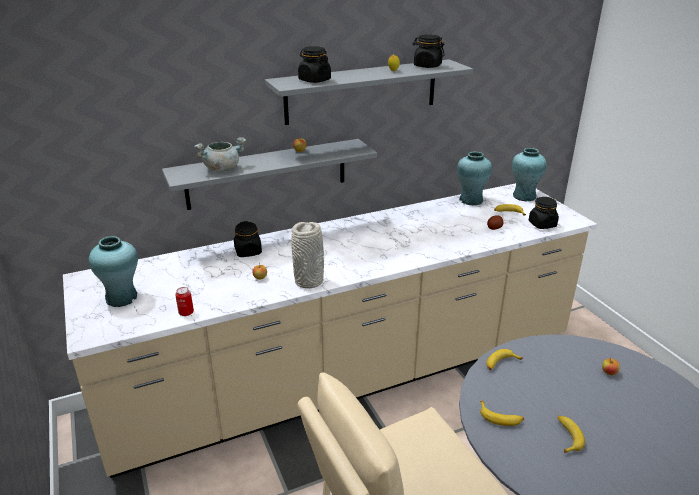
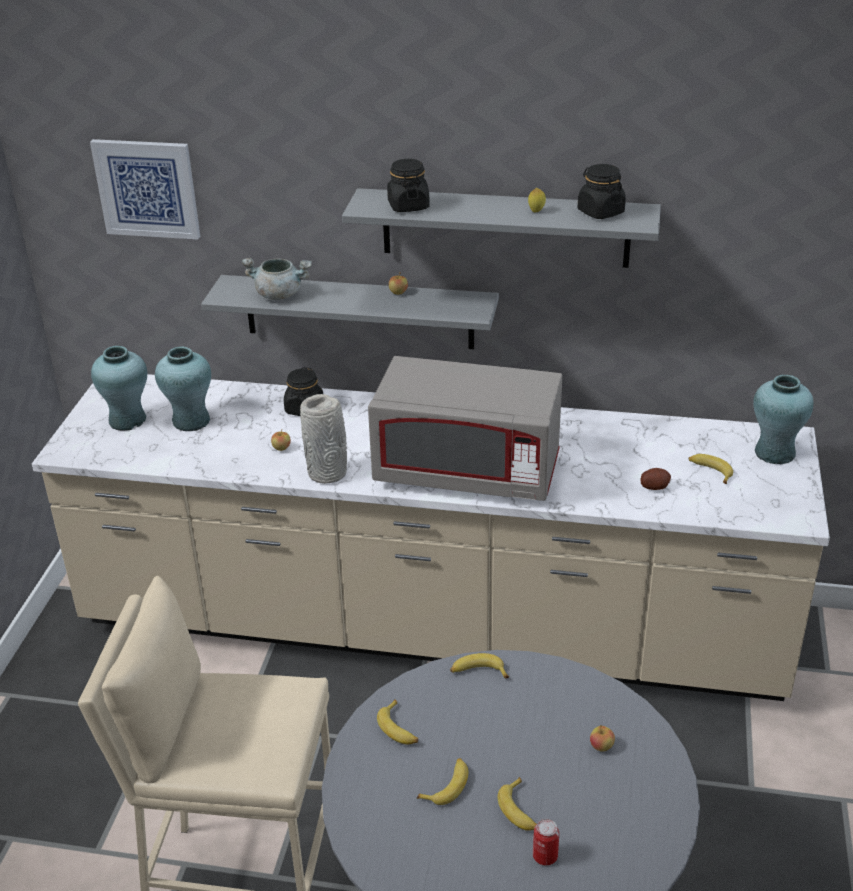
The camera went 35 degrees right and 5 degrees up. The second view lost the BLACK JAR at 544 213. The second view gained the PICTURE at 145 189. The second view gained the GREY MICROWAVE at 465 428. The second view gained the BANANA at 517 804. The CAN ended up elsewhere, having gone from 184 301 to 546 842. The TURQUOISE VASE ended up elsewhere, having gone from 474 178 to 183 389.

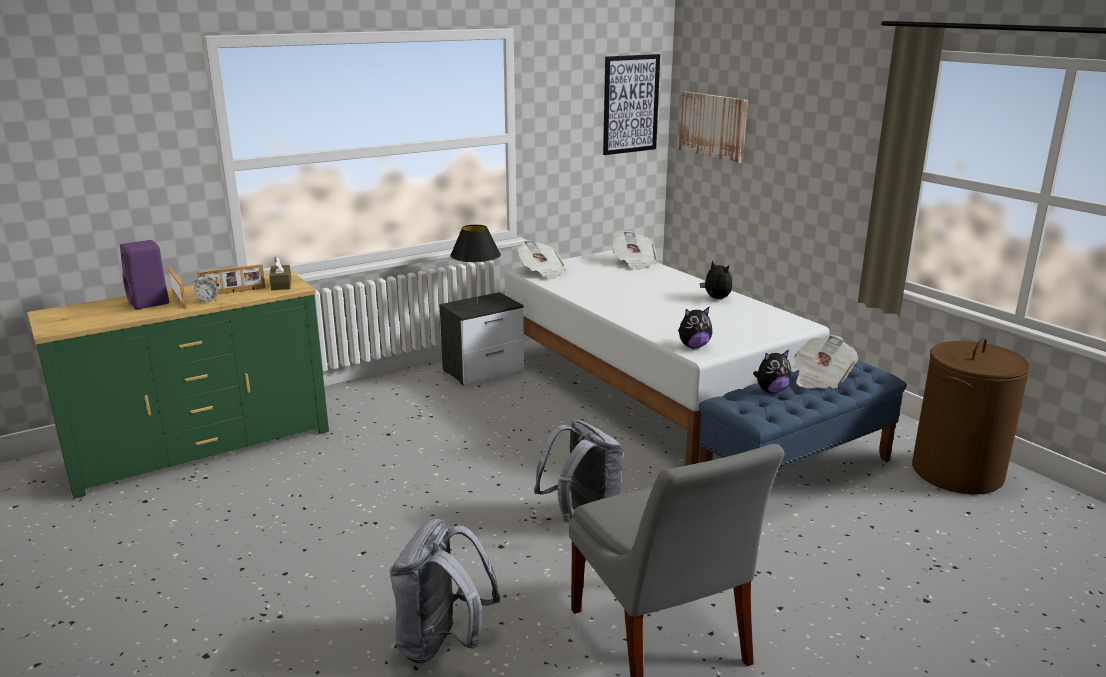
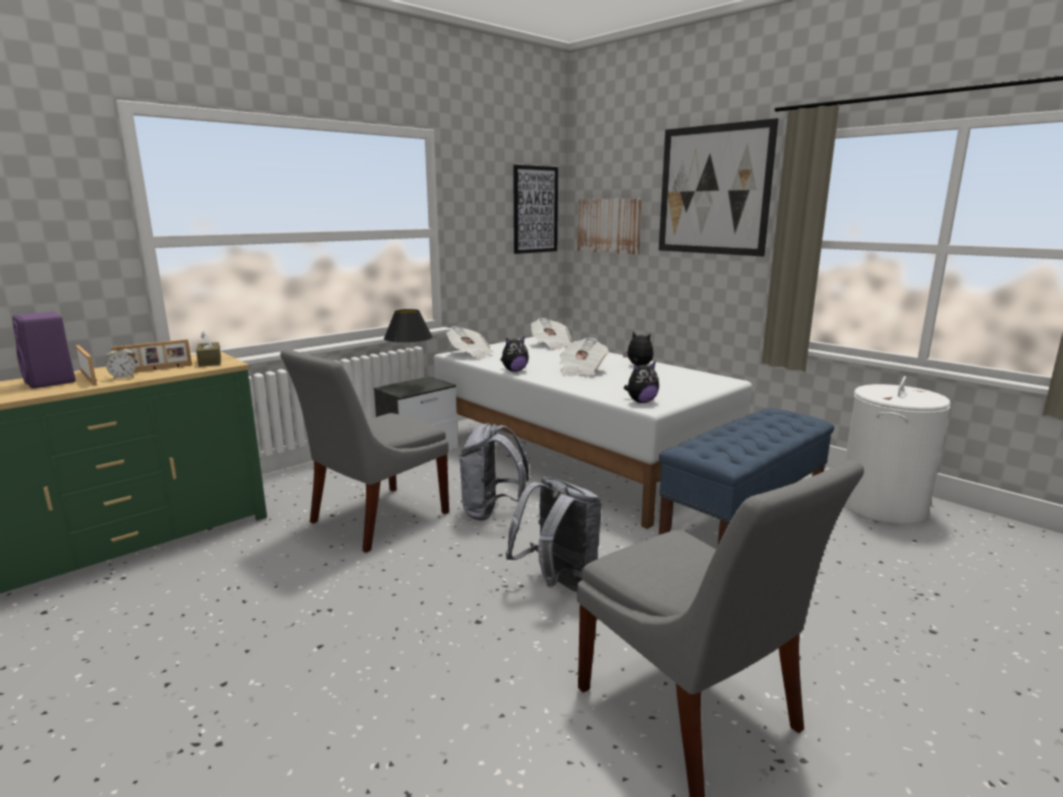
The camera went 10 degrees left and 5 degrees down. The second view gained the GREY CHAIR at 364 451. The second view gained the PICTURE at 719 187. The GREY BACKPACK ended up elsewhere, having gone from 445 591 to 494 472. The PLUSH TOY ended up elsewhere, having gone from 772 371 to 514 354. The NEWSPAPER ended up elsewhere, having gone from 825 362 to 584 357. What was the BROWN LAUNDRY BASKET at 971 416 turned into the WHITE LAUNDRY BASKET at 897 450.

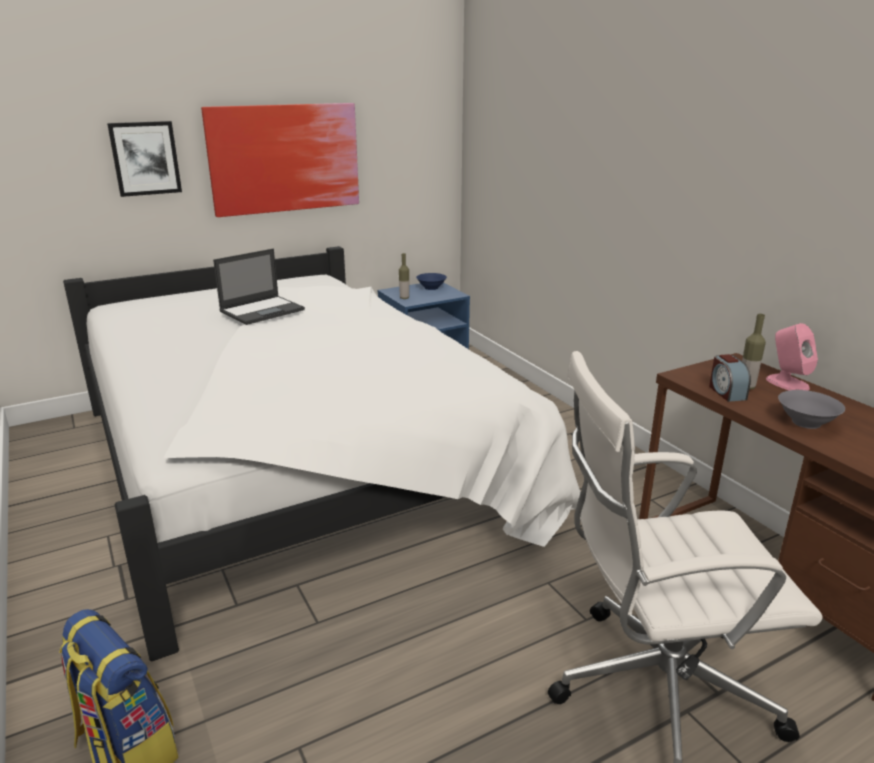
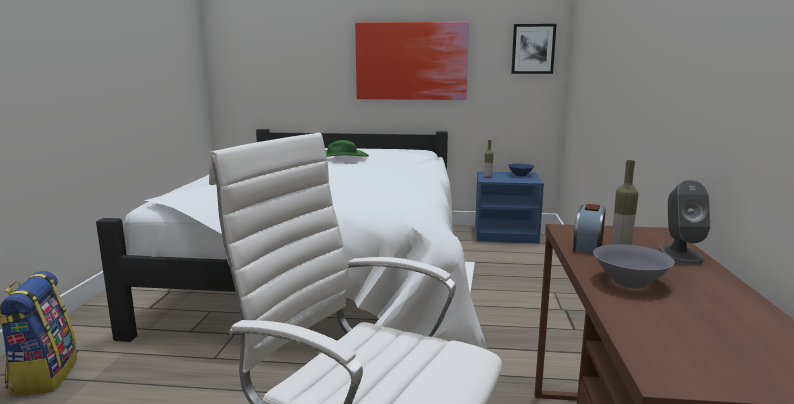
The camera went 35 degrees right and 10 degrees down. The PICTURE ended up elsewhere, having gone from 144 159 to 533 49. Where the LAPTOP stood at 259 286, the GREEN HAT came to stand at 347 148. What was the PINK SPEAKER at 792 357 turned into the GREY SPEAKER at 684 222.

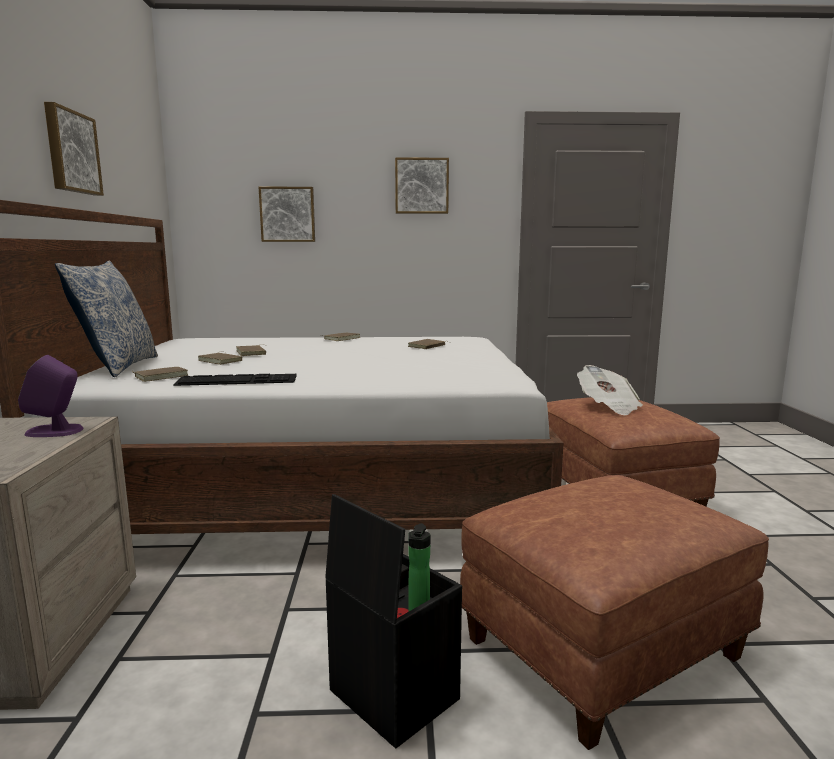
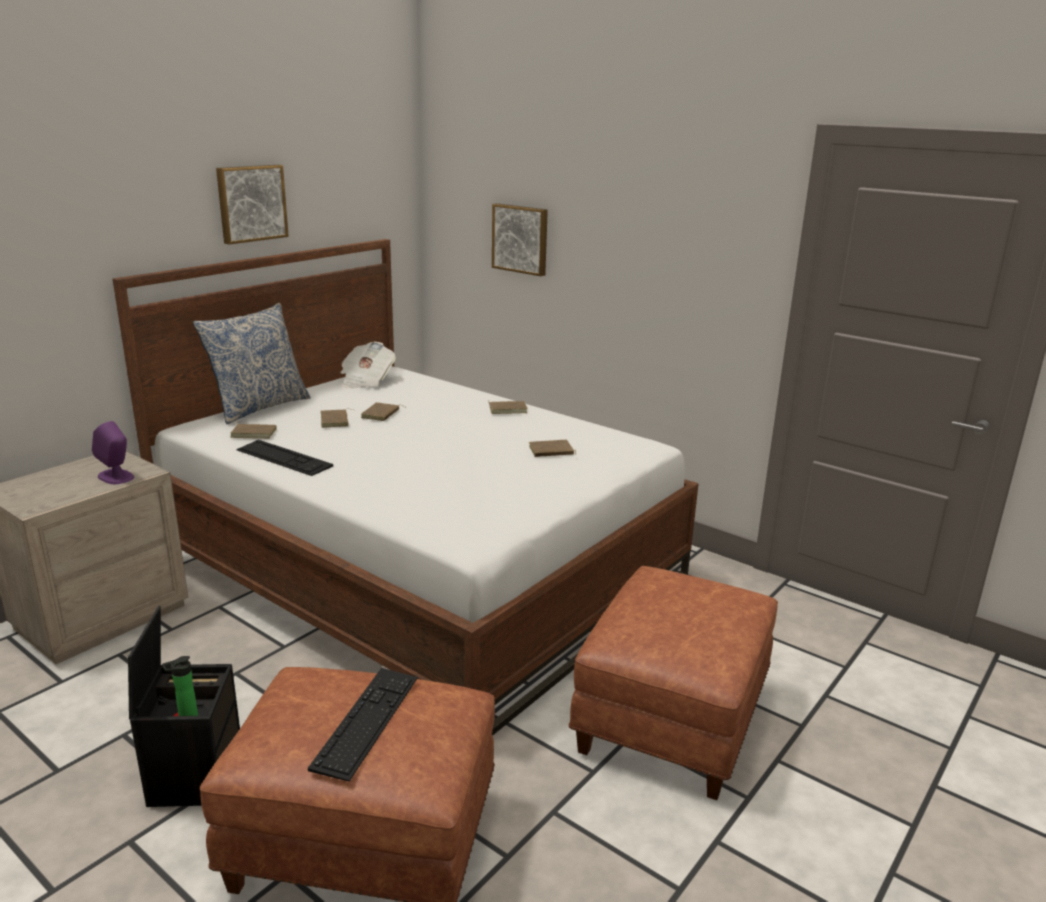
The camera went 40 degrees right and 10 degrees up. The second view lost the PICTURE at 422 185. The second view gained the KEYBOARD at 363 725. The NEWSPAPER ended up elsewhere, having gone from 610 390 to 368 365.

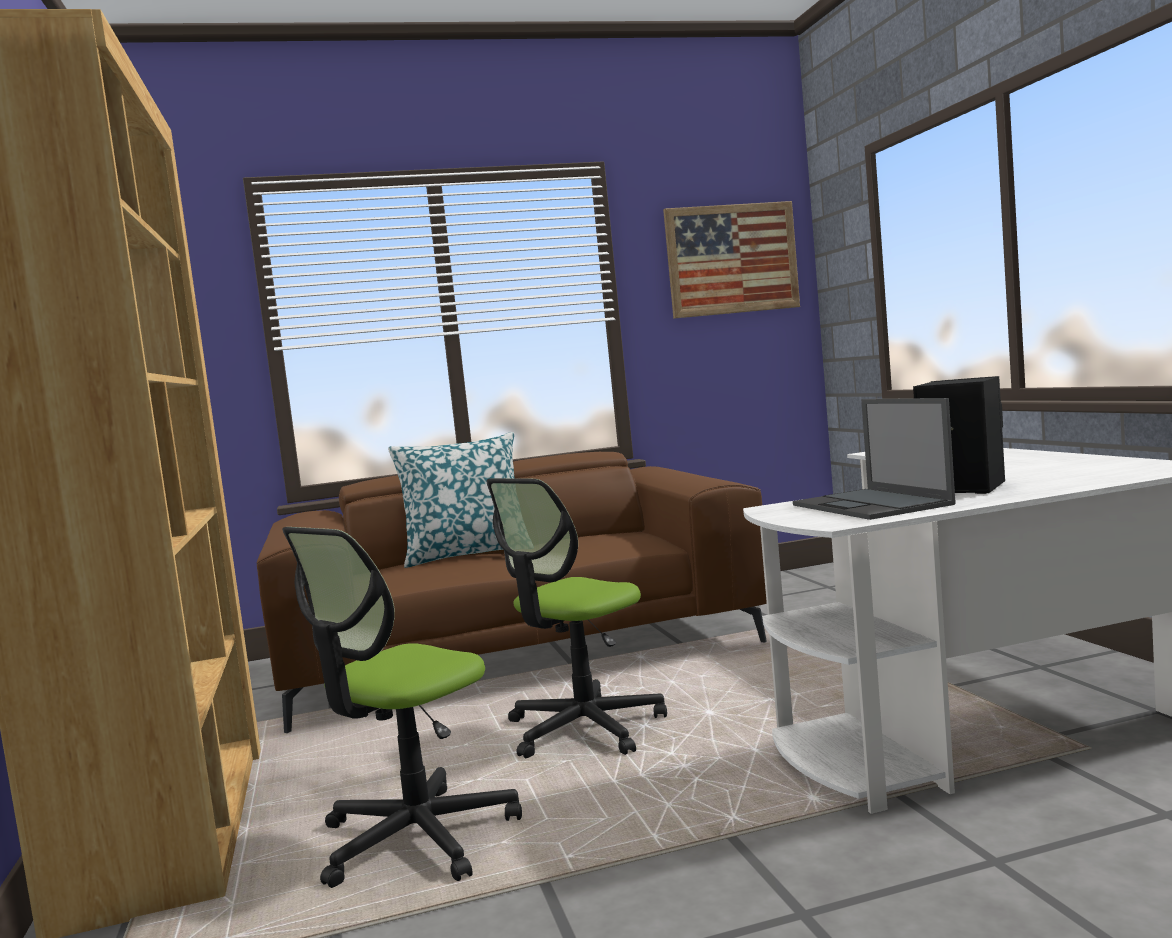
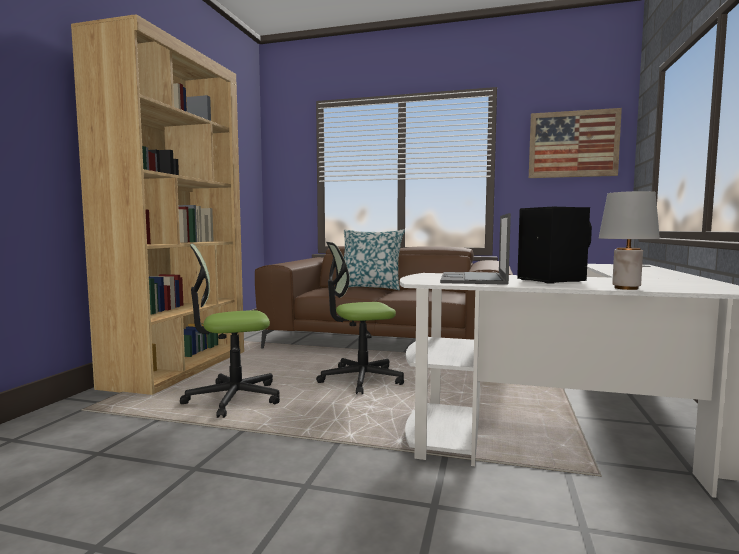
The camera went 30 degrees right and 0 degrees up. The second view gained the GREY TABLE LAMP at 629 240.

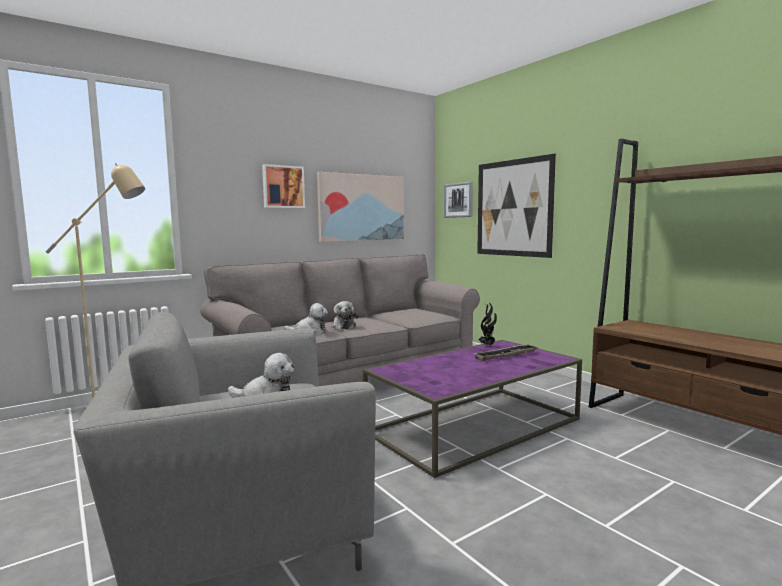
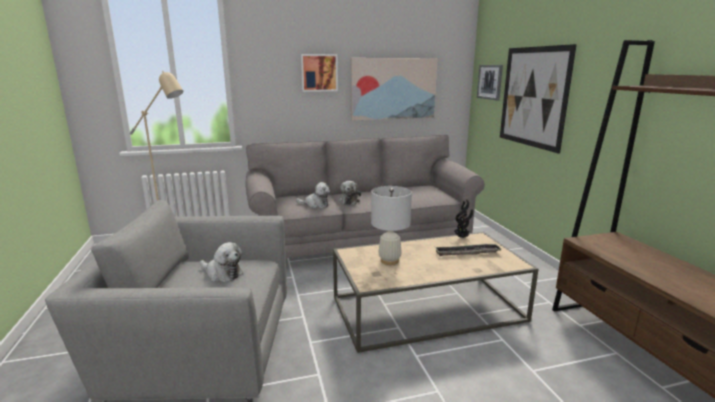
The camera went 20 degrees right and 10 degrees up. The second view gained the WHITE TABLE LAMP at 391 225. What was the PURPLE COFFEE TABLE at 472 409 turned into the BEIGE COFFEE TABLE at 436 292.

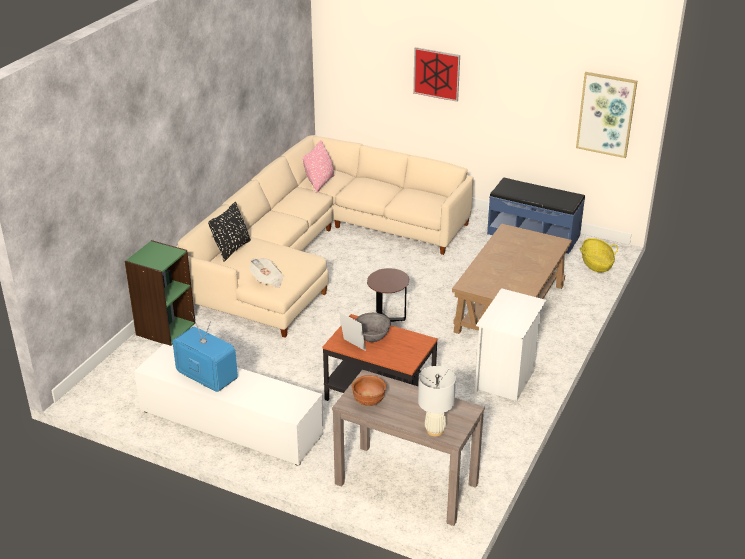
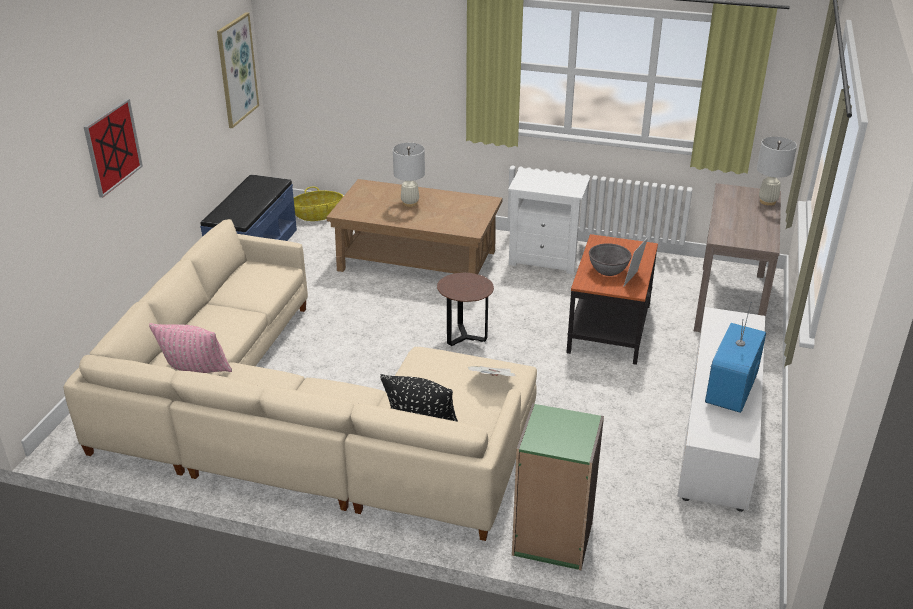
The camera went 100 degrees left and 0 degrees up. The second view lost the BROWN BOWL at 369 390. The second view gained the WHITE TABLE LAMP at 409 175.

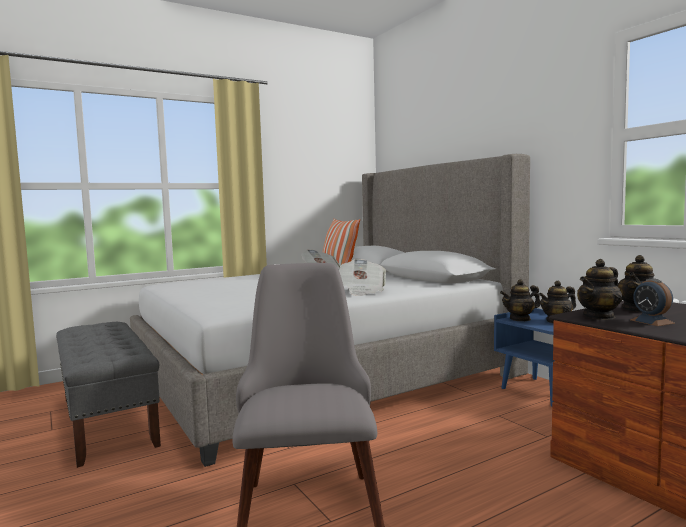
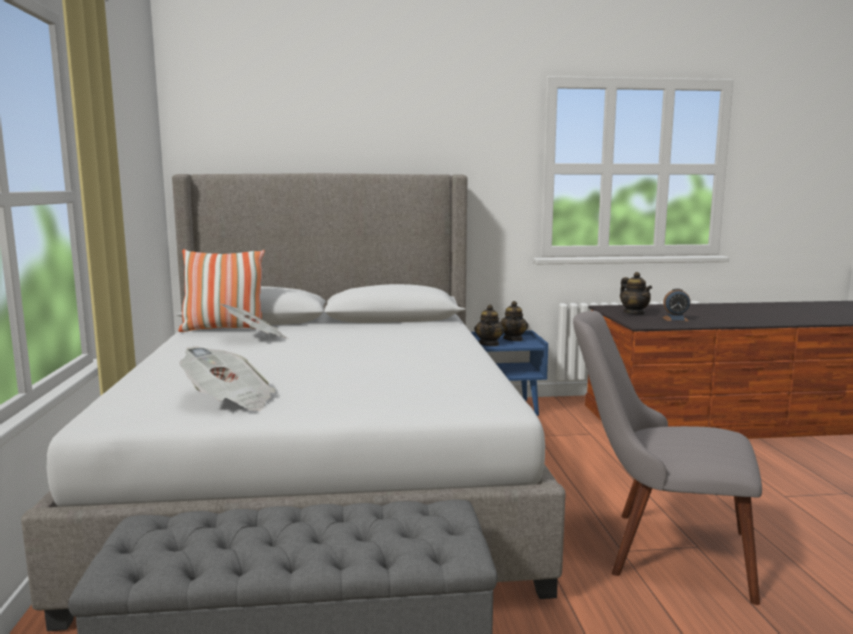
The camera went 65 degrees left and 5 degrees up. The second view lost the TEAPOT at 600 289. The NEWSPAPER ended up elsewhere, having gone from 362 277 to 227 378.

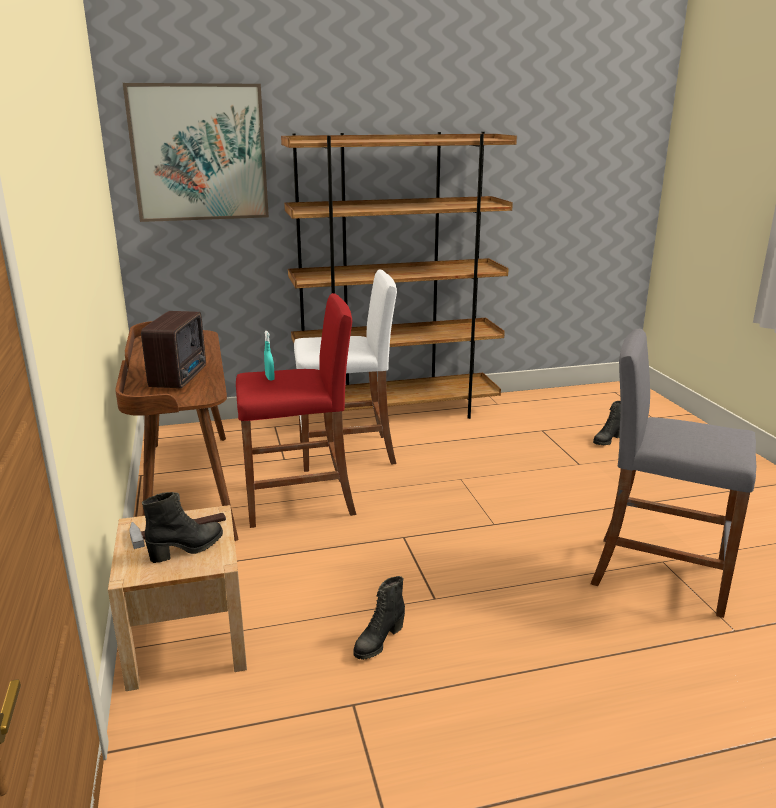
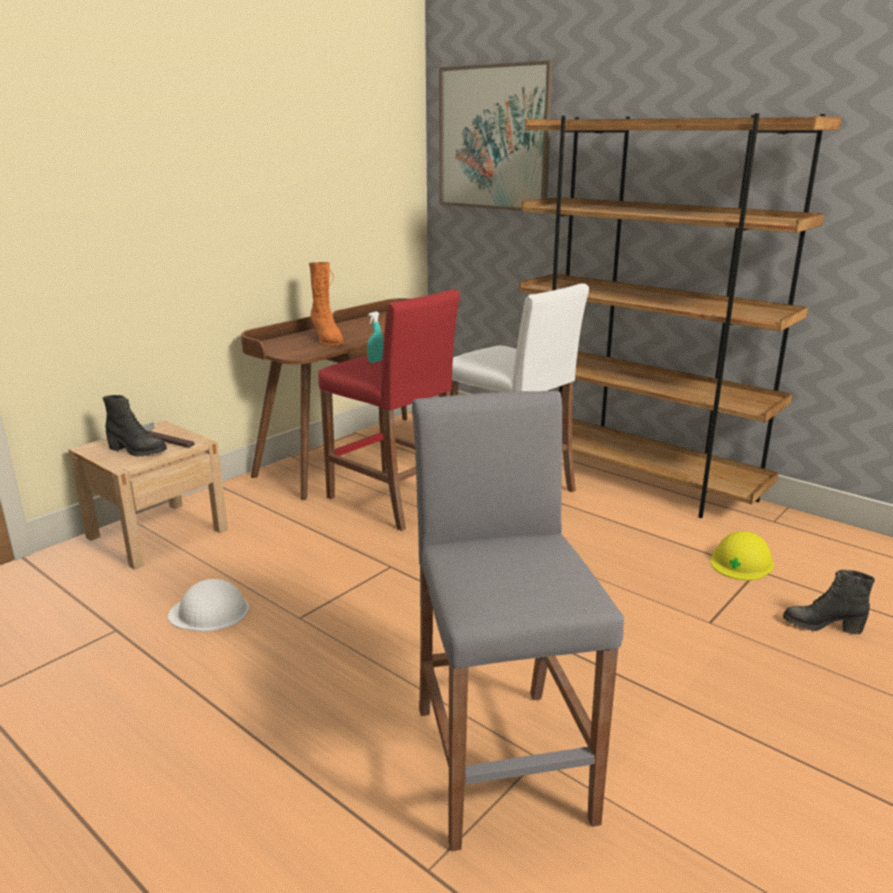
The camera went 55 degrees right and 0 degrees up. The second view gained the YELLOW HARD HAT at 742 555. Where the RADIO stood at 173 349, the ORANGE BOOT came to stand at 326 304. Where the BLACK BOOT stood at 379 618, the WHITE HARD HAT came to stand at 208 605.

